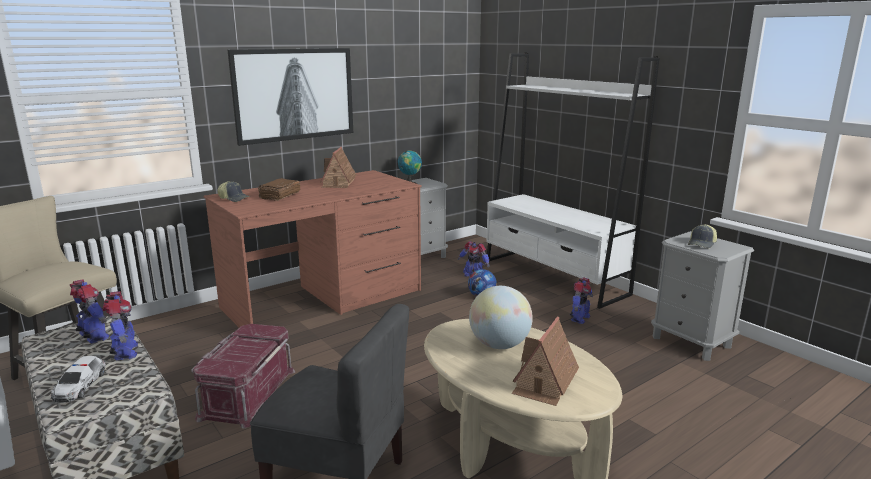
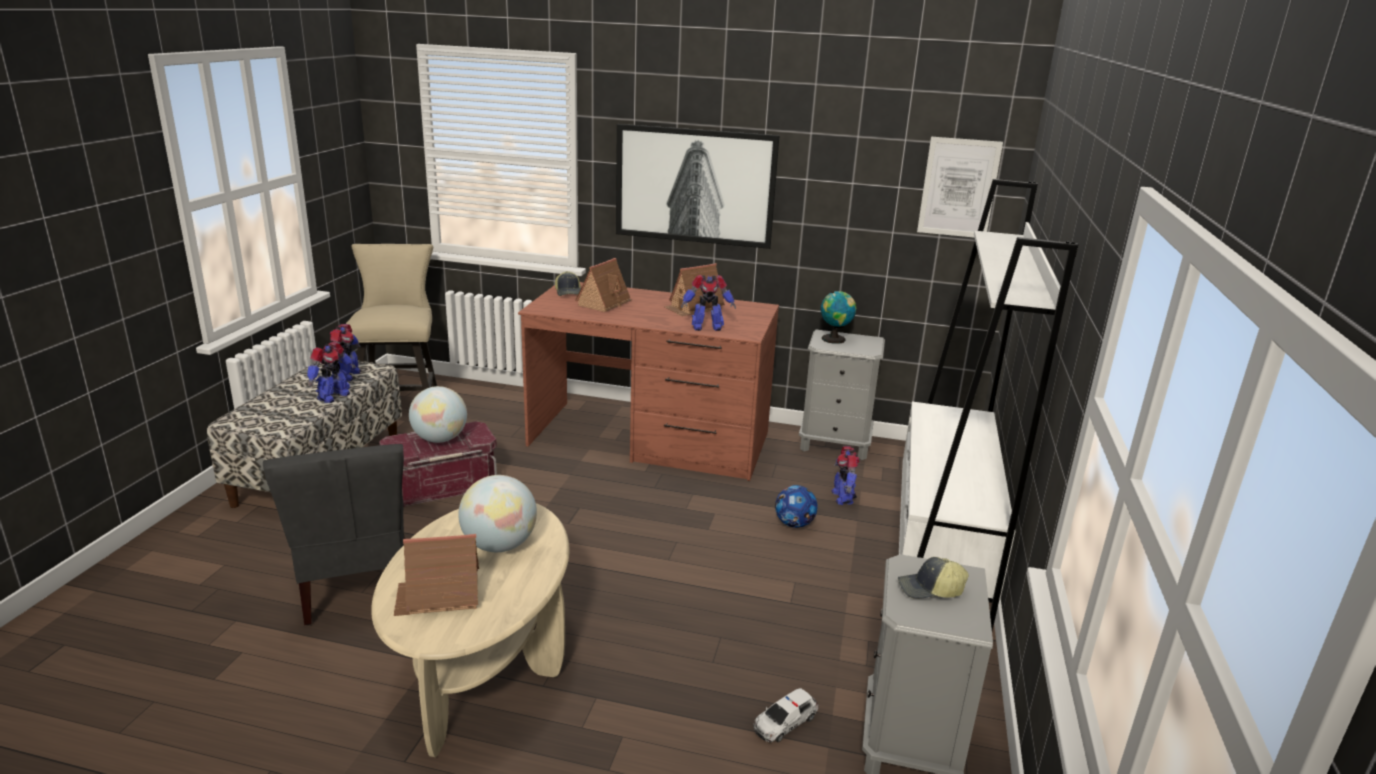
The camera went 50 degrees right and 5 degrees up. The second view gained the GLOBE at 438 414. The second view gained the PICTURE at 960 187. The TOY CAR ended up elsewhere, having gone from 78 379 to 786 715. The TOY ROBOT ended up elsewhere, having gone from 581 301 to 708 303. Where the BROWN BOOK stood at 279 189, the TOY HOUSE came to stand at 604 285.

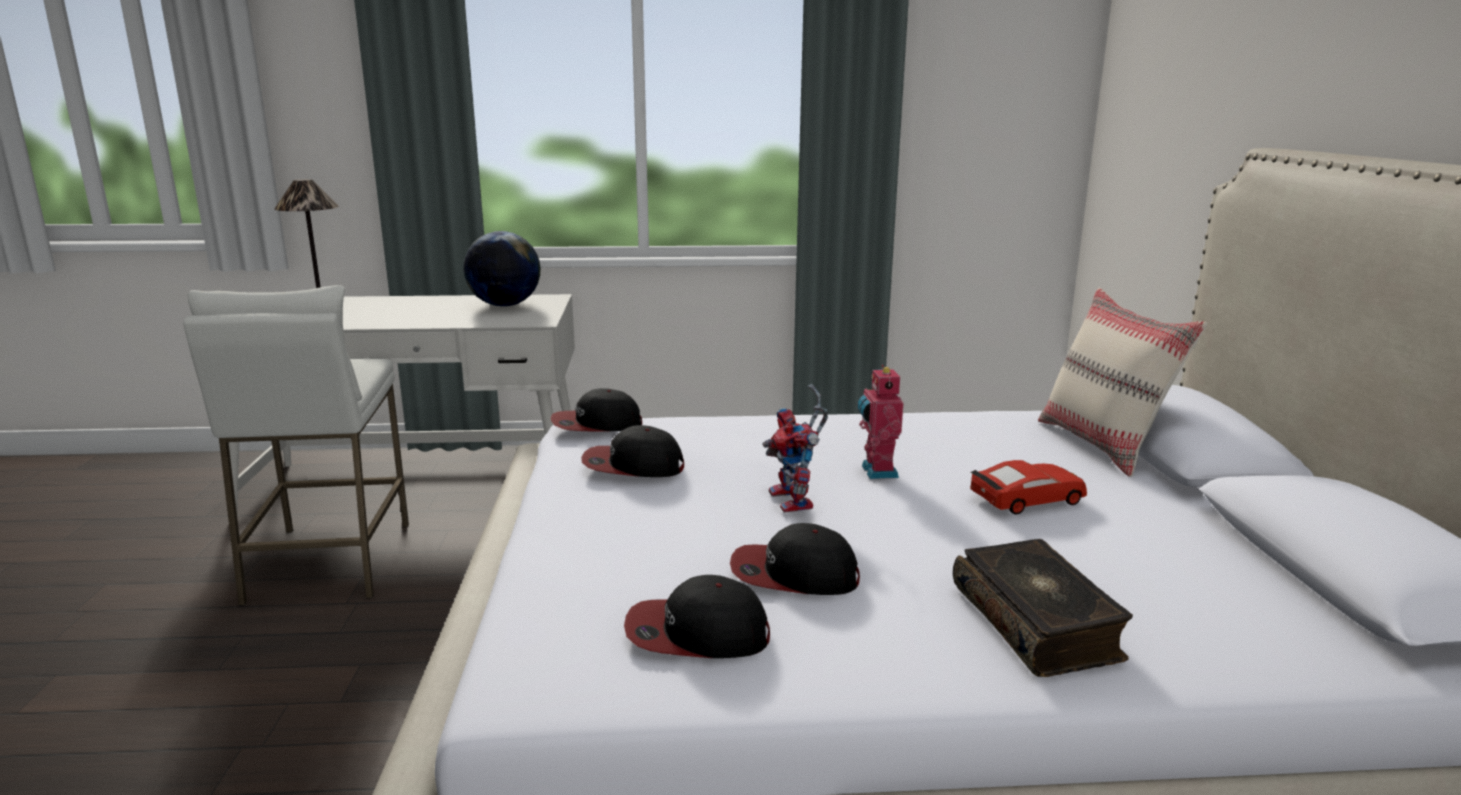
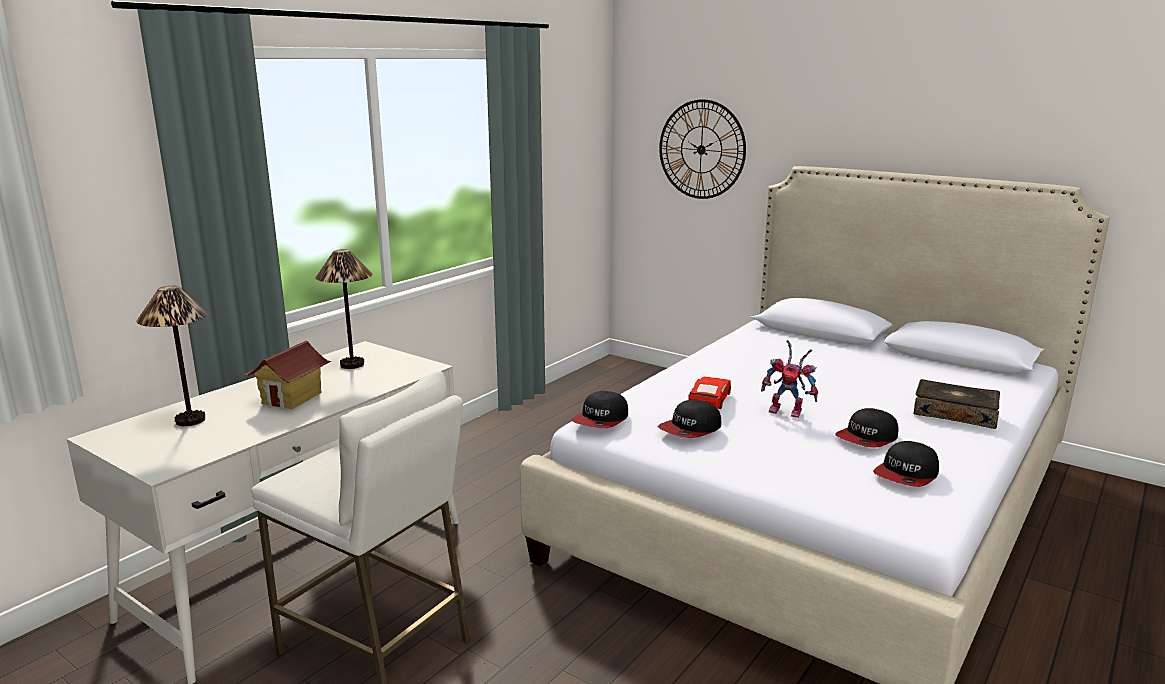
The camera went 50 degrees left and 0 degrees up. The second view lost the TOY ROBOT at 881 422. The second view lost the BEIGE PILLOW at 1122 382. The second view gained the TOY HOUSE at 287 375. The second view gained the WALL CLOCK at 702 149. The RED TOY CAR ended up elsewhere, having gone from 1028 487 to 709 393. Where the GLOBE stood at 502 269, the TABLE LAMP came to stand at 343 309.

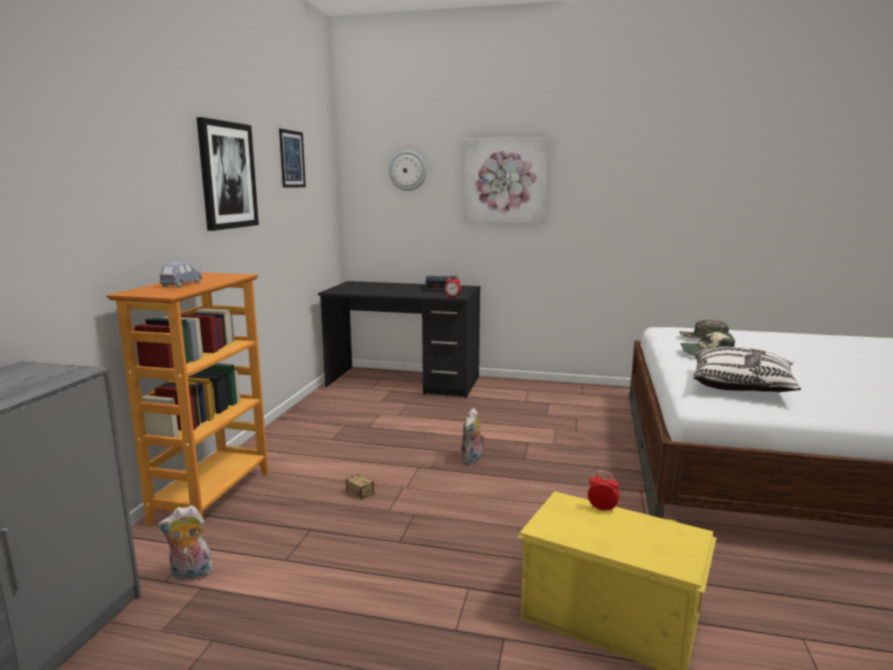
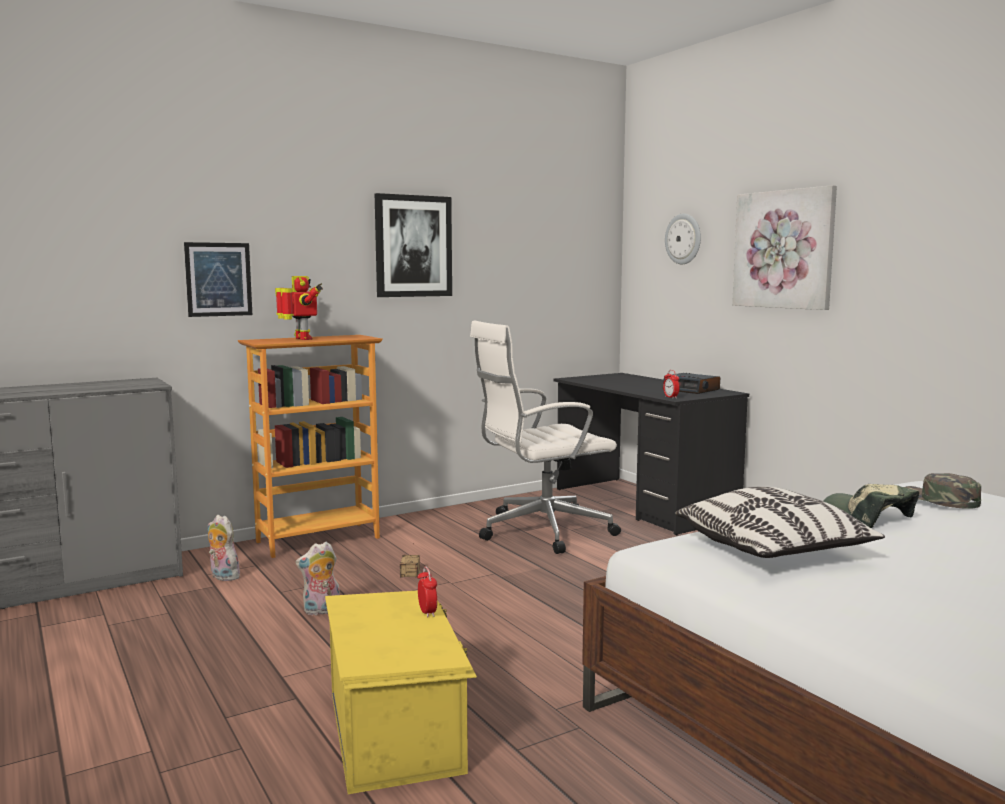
The camera went 45 degrees right and 5 degrees down. The second view gained the WHITE OFFICE CHAIR at 545 437. The PICTURE ended up elsewhere, having gone from 292 158 to 218 279. The PLUSH TOY ended up elsewhere, having gone from 473 436 to 317 578. Where the BLUE TOY CAR stood at 180 275, the TOY ROBOT came to stand at 299 308.

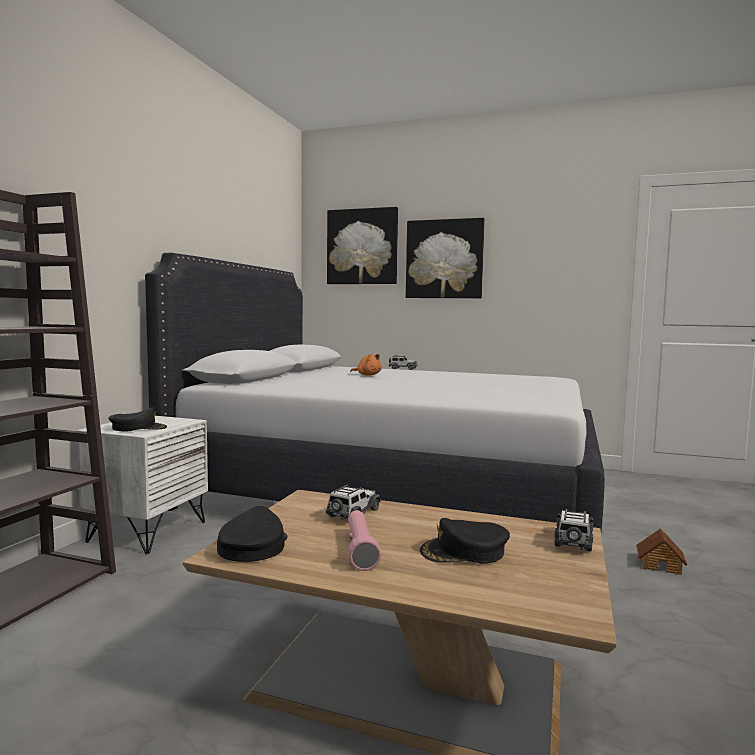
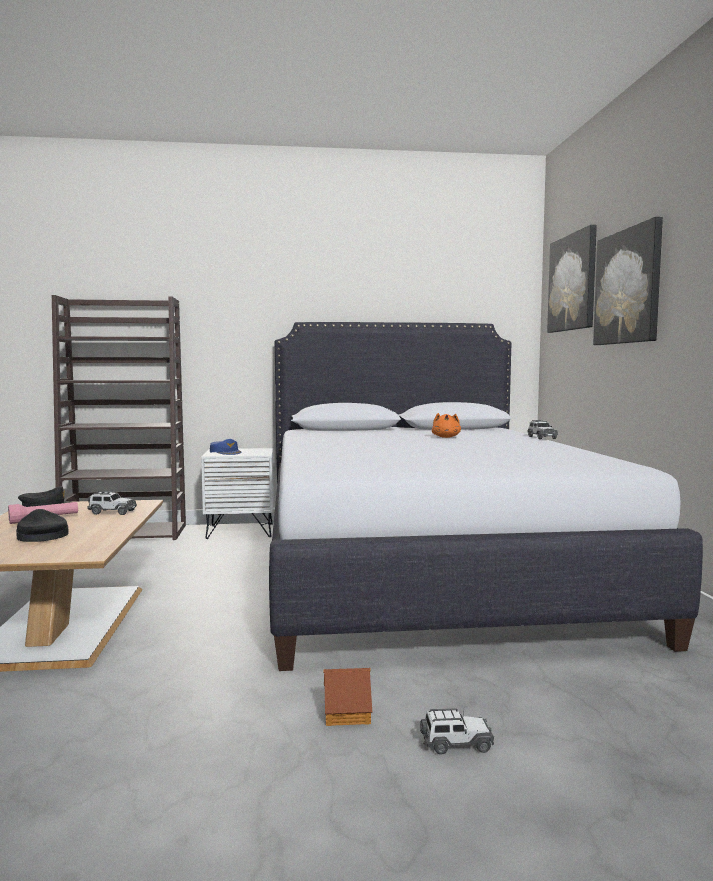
The camera went 65 degrees right and 0 degrees up. The TOY CAR ended up elsewhere, having gone from 574 530 to 457 731. What was the BLACK CAP at 137 419 turned into the BLUE CAP at 225 447.

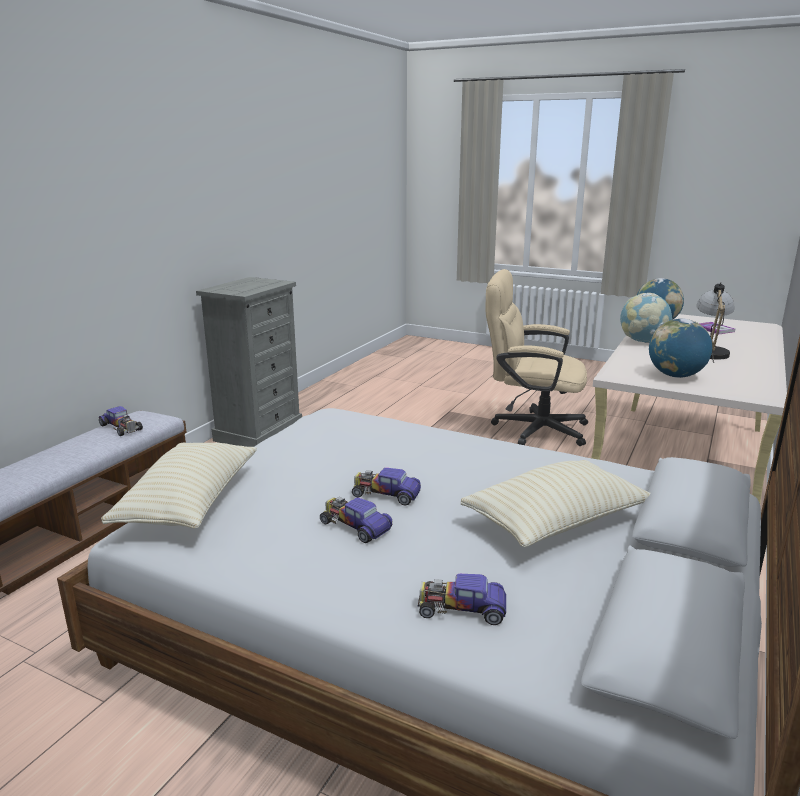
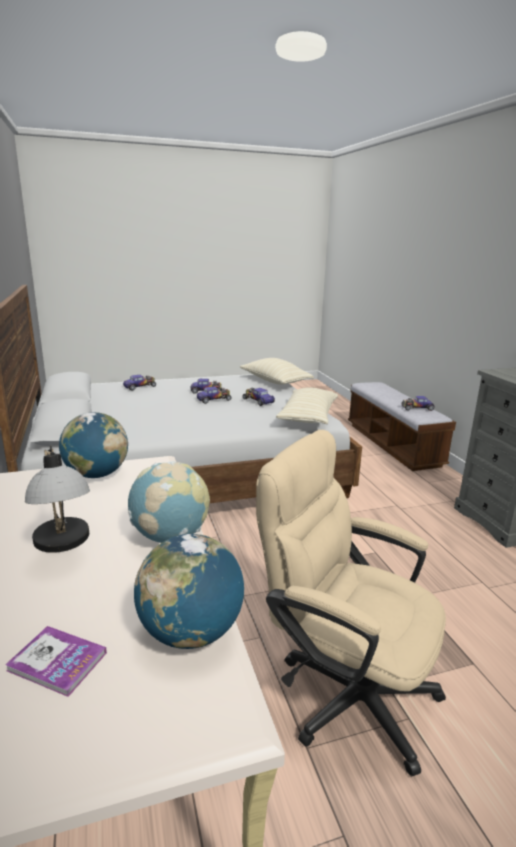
The camera went 135 degrees right and 0 degrees up. The second view gained the TOY CAR at 259 397. The BEIGE PILLOW ended up elsewhere, having gone from 555 503 to 307 405. The BEIGE OFFICE CHAIR at 537 357 ended up facing another way, 120 degrees counterclockwise from before.

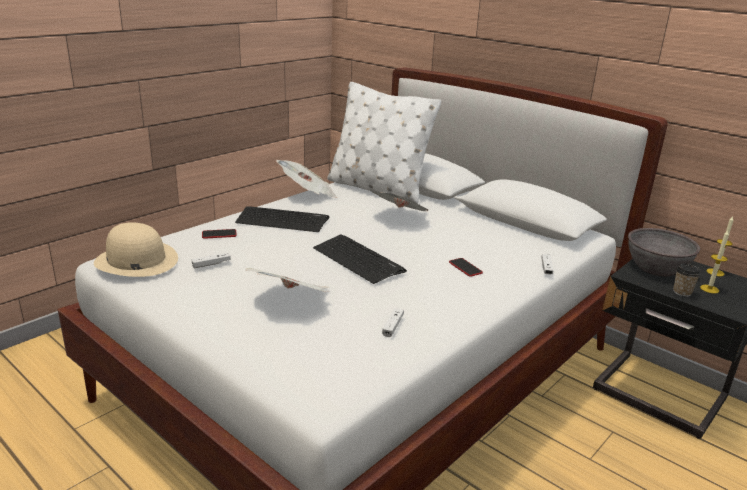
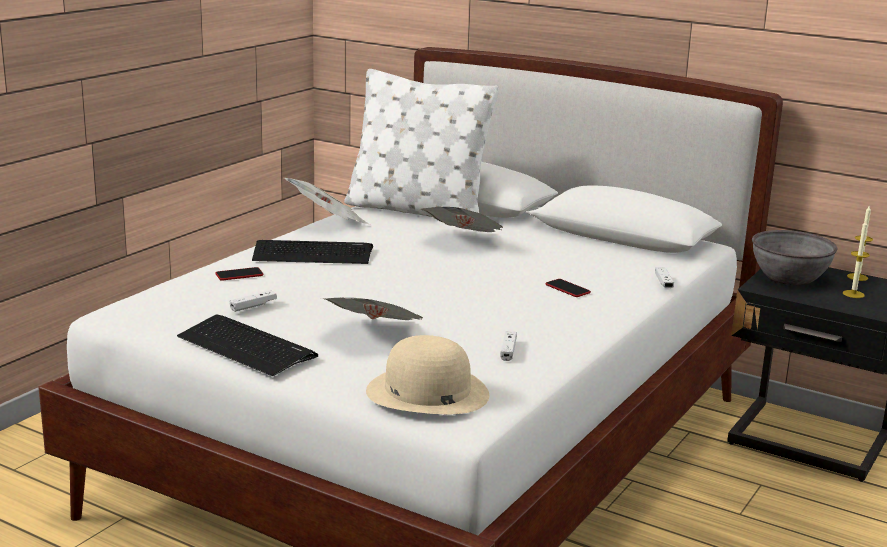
The camera went 10 degrees left and 5 degrees down. The second view lost the CUP at 686 280. The BEIGE HAT ended up elsewhere, having gone from 136 249 to 427 374. The KEYBOARD ended up elsewhere, having gone from 360 259 to 247 345.

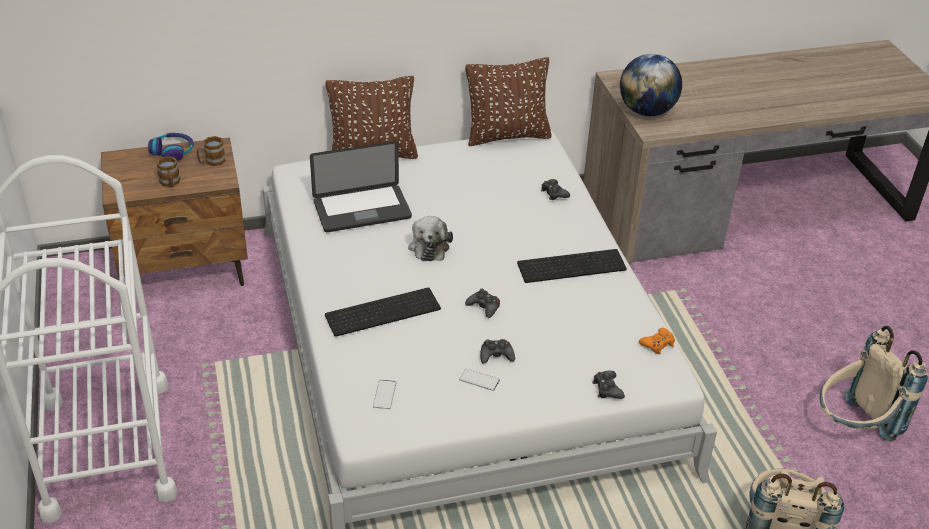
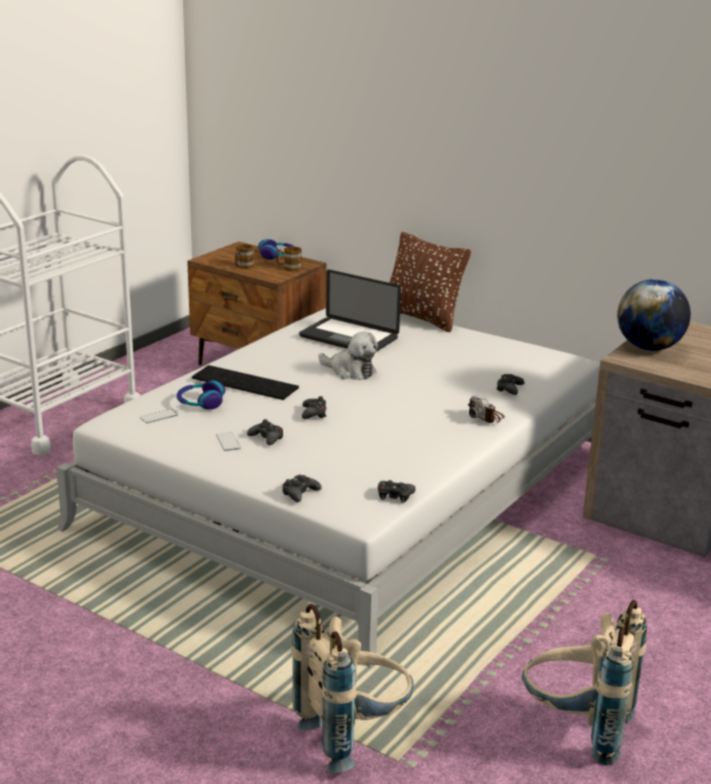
The camera went 50 degrees right and 15 degrees down. The second view lost the BROWN PILLOW at 508 101. The second view lost the KEYBOARD at 572 266. The second view gained the HEADPHONES at 201 395. The second view gained the PHOTO CAMERA at 486 409. What was the ORANGE GAME CONTROLLER at 657 340 turned into the BLACK GAME CONTROLLER at 397 491. The PLUSH TOY at 430 238 ended up facing another way, 105 degrees counterclockwise from before.

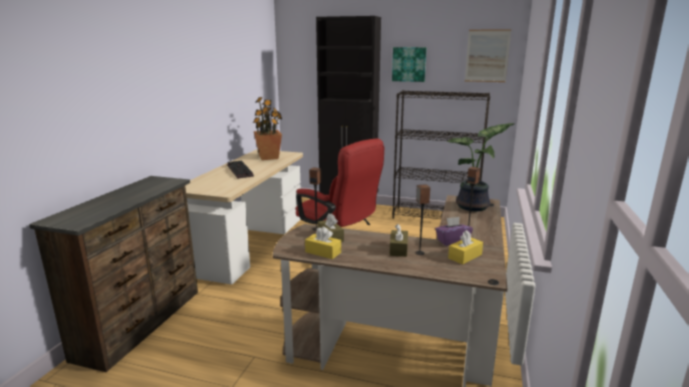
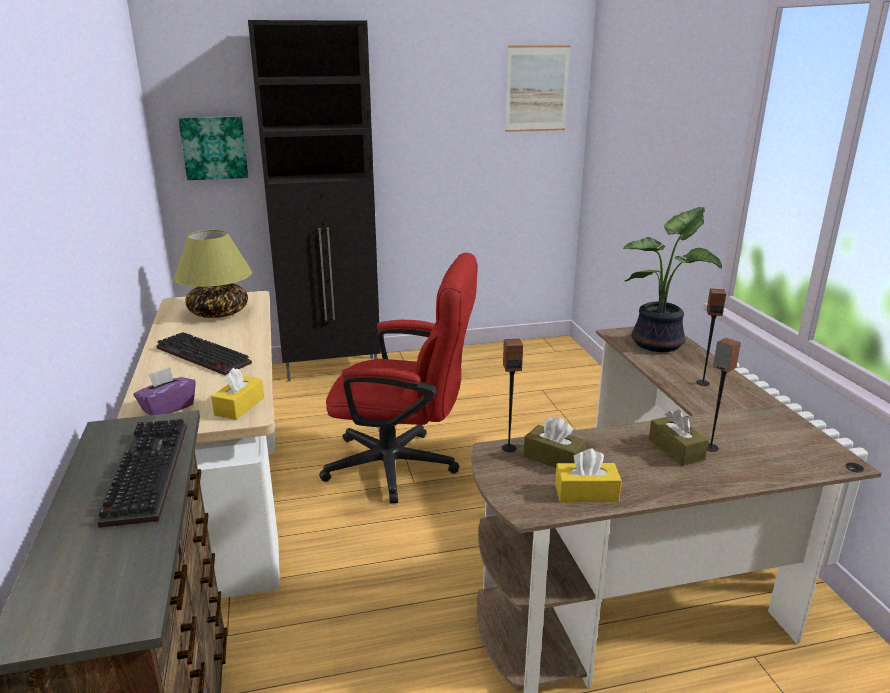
The camera went 30 degrees left and 5 degrees up. The second view lost the BLACK BOOKCASE at 441 154. The second view gained the KEYBOARD at 142 473. The PICTURE ended up elsewhere, having gone from 409 64 to 213 148. The PURPLE TISSUE BOX ended up elsewhere, having gone from 454 231 to 165 391. The YELLOW TISSUE BOX ended up elsewhere, having gone from 465 247 to 237 394. Where the POTTED PLANT stood at 267 128, the TABLE LAMP came to stand at 213 274.

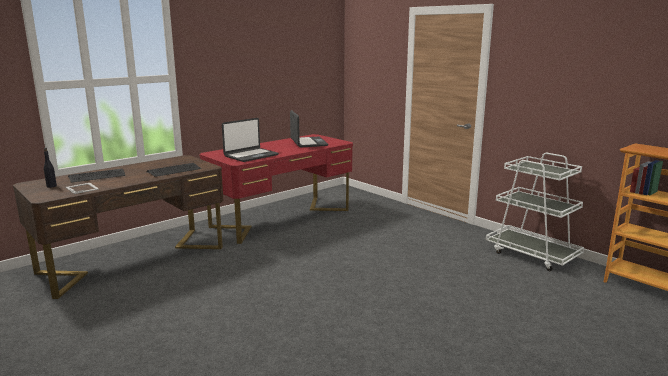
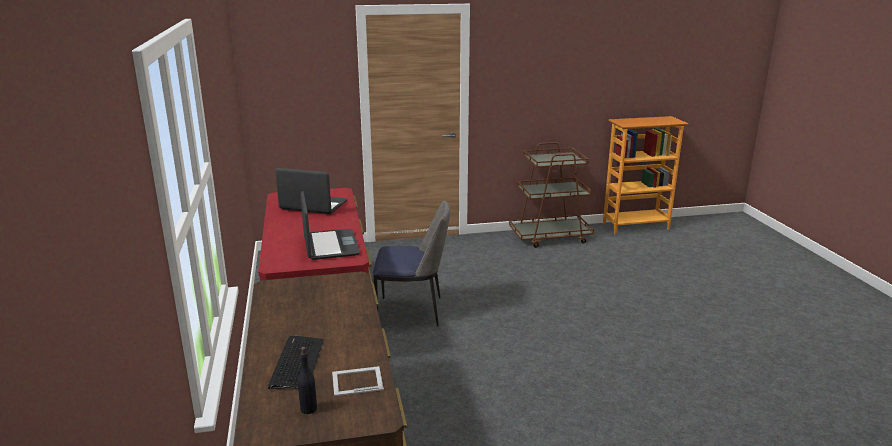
The camera went 60 degrees left and 5 degrees up. The second view lost the KEYBOARD at 173 170. The second view gained the CHAIR at 411 263. What was the WHITE CART at 535 212 turned into the BROWN CART at 551 195.

